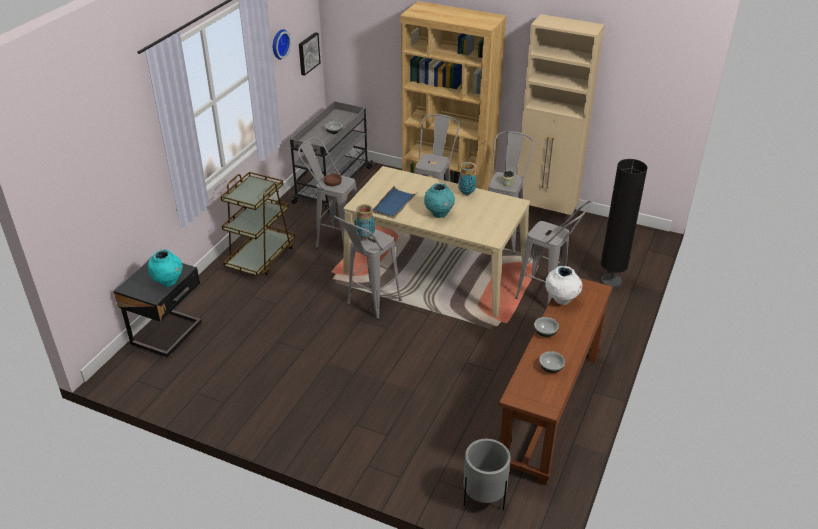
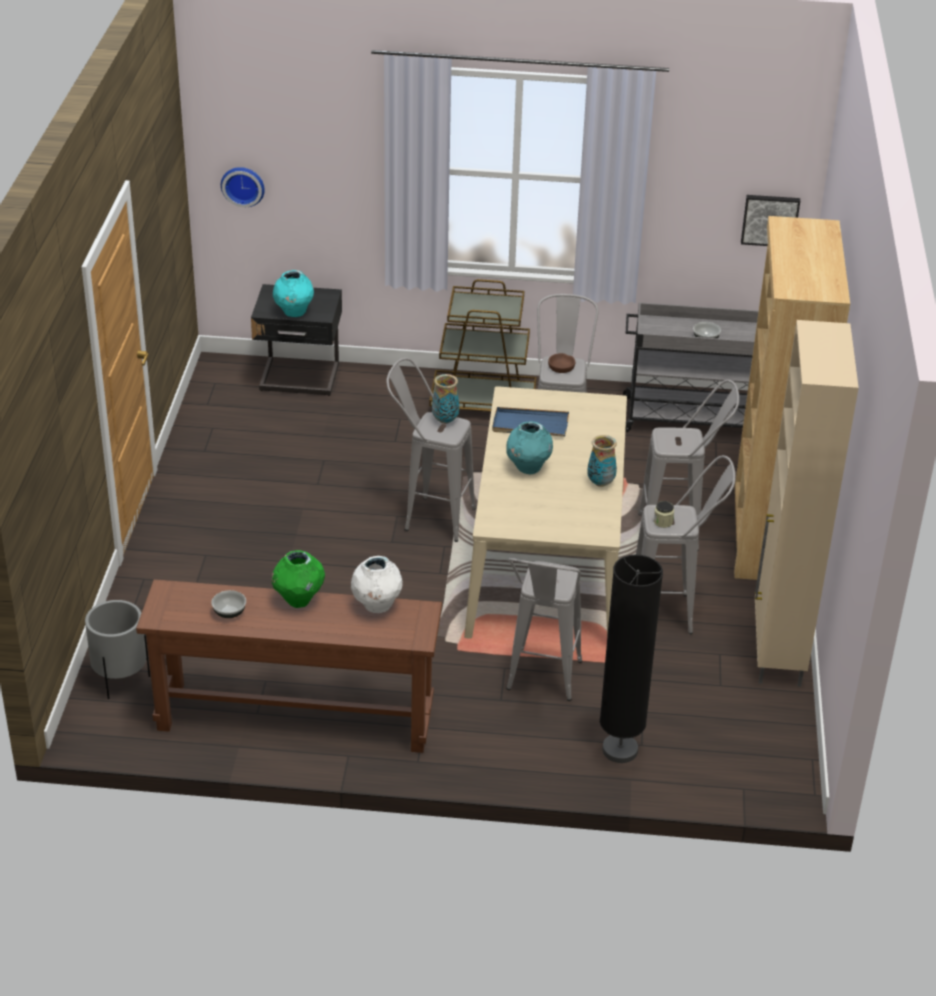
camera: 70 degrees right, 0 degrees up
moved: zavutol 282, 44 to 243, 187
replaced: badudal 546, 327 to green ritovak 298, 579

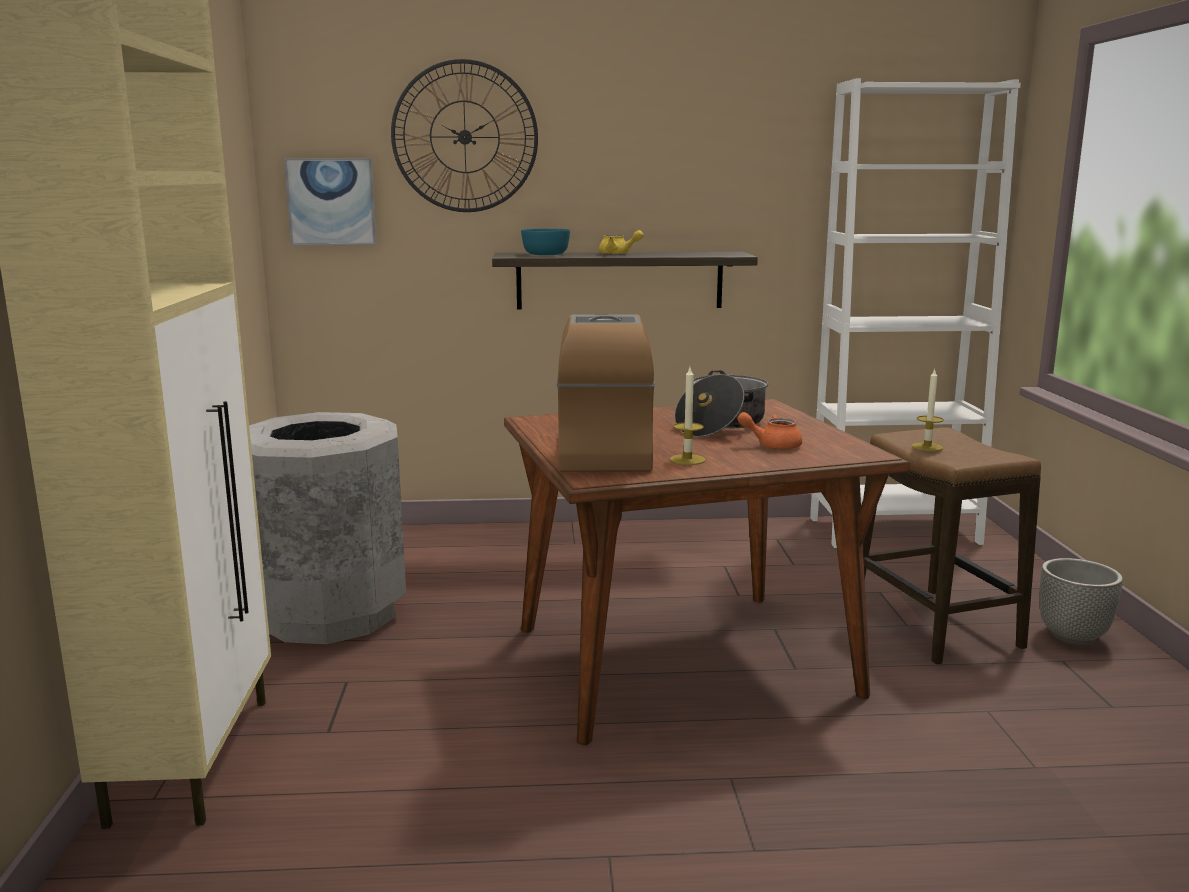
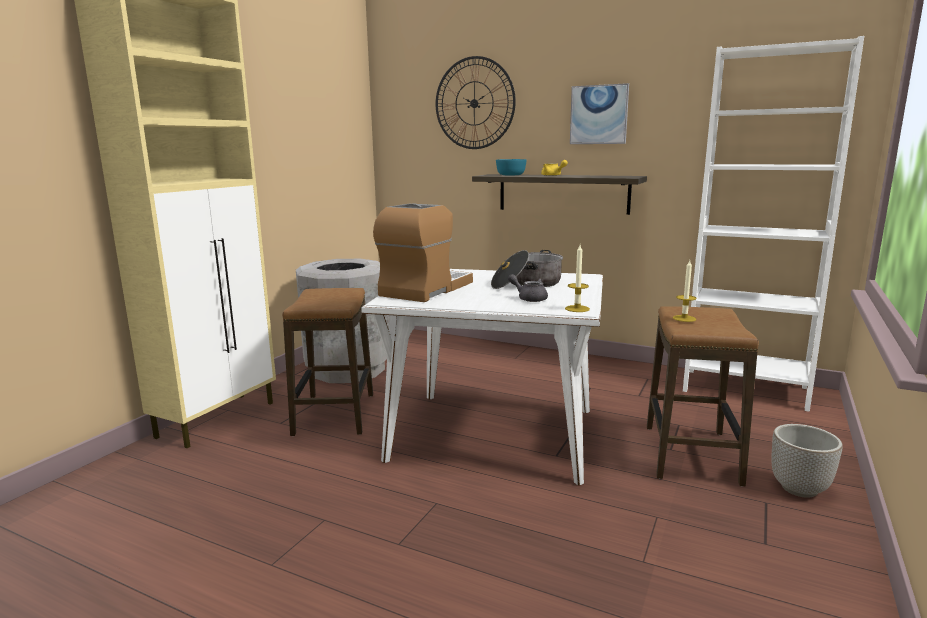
camera: 30 degrees right, 0 degrees up
added: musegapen 327, 362
moved: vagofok 330, 202 to 599, 113; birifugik 687, 416 to 577, 278
recoloured: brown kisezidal 707, 572 to white kisezidal 482, 377; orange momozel 769, 431 to grey momozel 528, 288

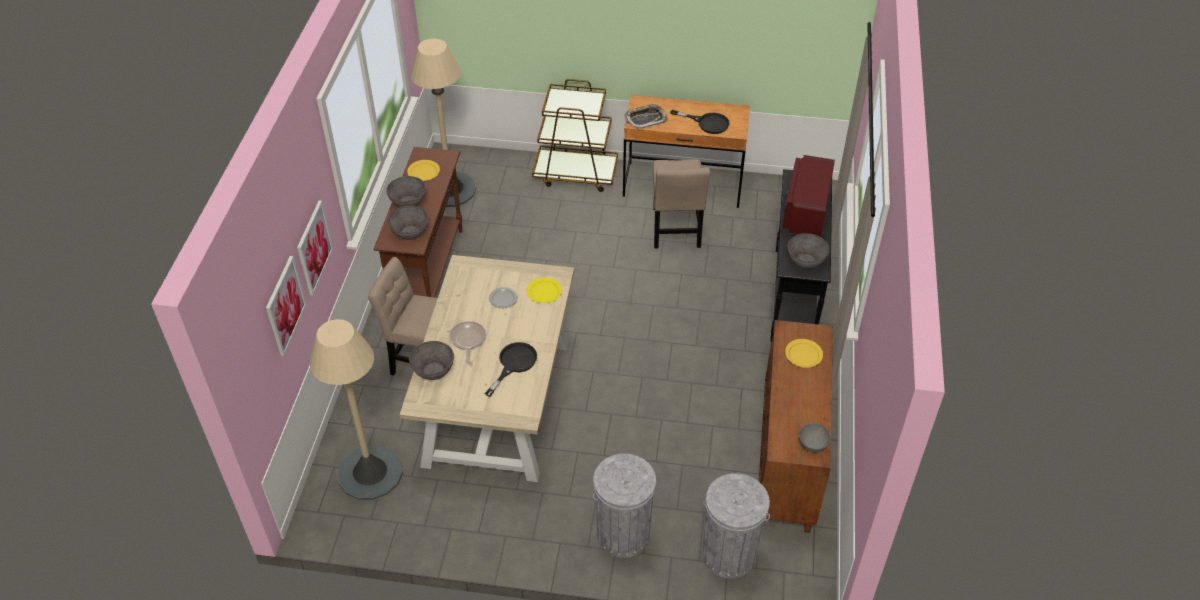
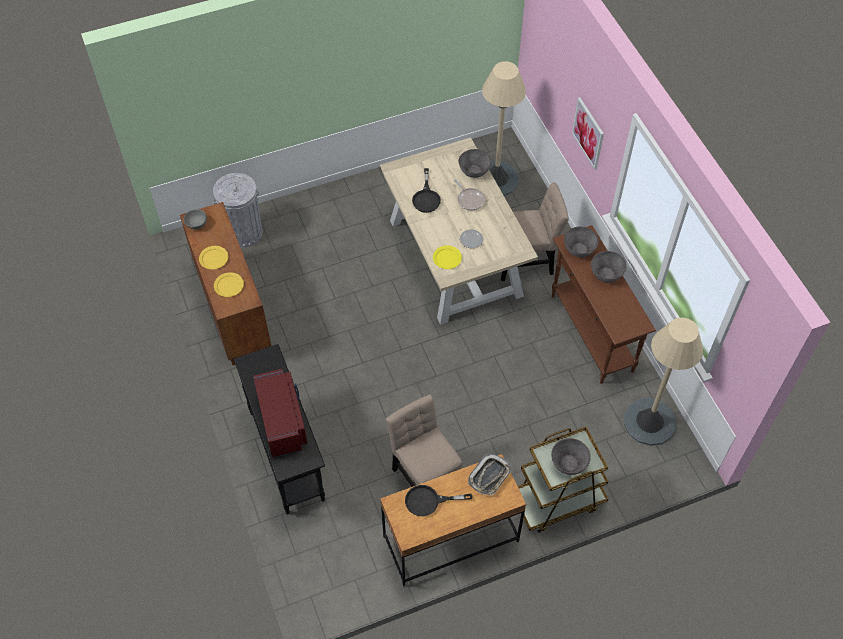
camera: 150 degrees right, 10 degrees up
removed: vagofok 286, 306; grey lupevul 624, 506
moved: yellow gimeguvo 423, 170 to 213, 258; grey badudal 808, 251 to 571, 456

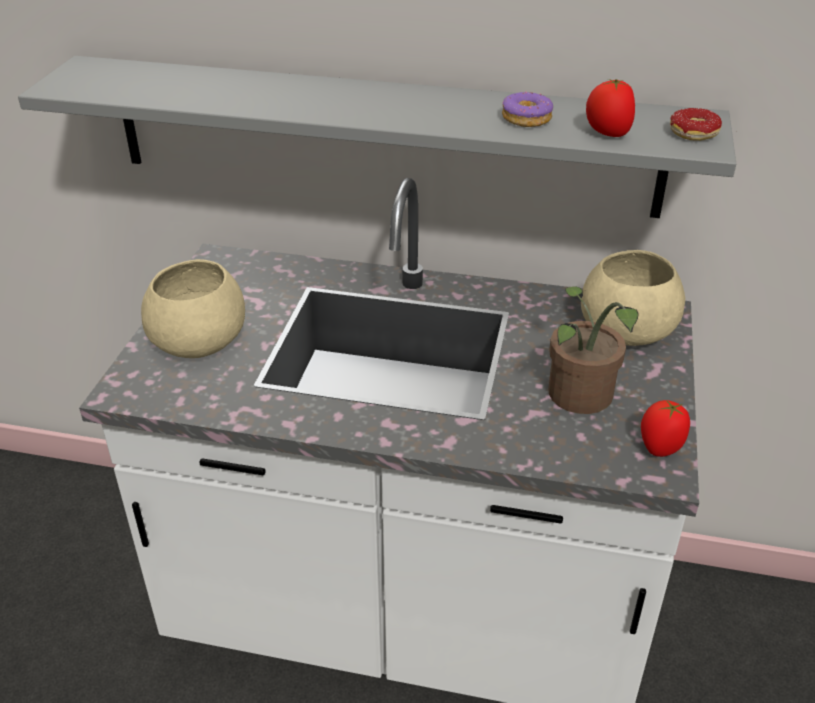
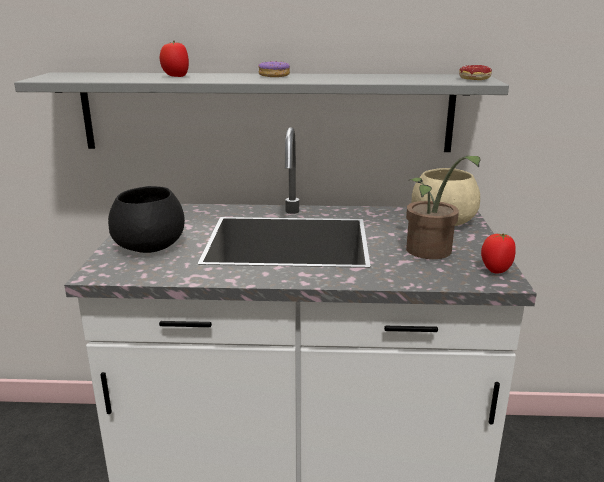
camera: 10 degrees left, 15 degrees down
moved: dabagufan 610, 108 to 174, 59; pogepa 527, 109 to 274, 69
recoloured: beige badudal 193, 308 to black badudal 146, 219

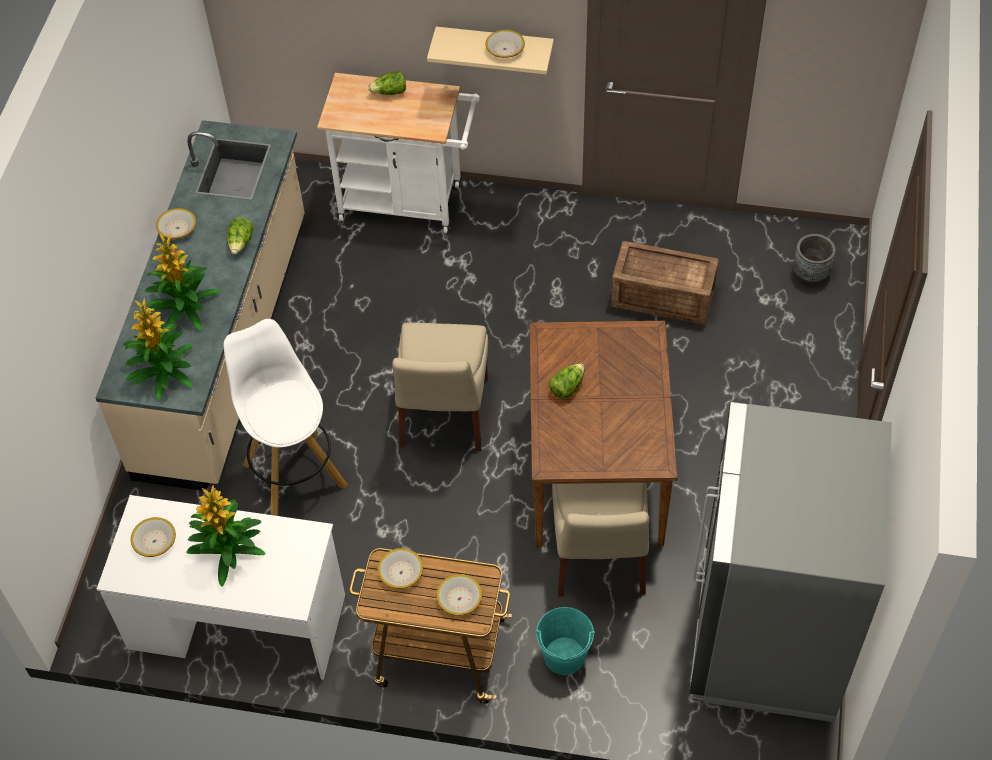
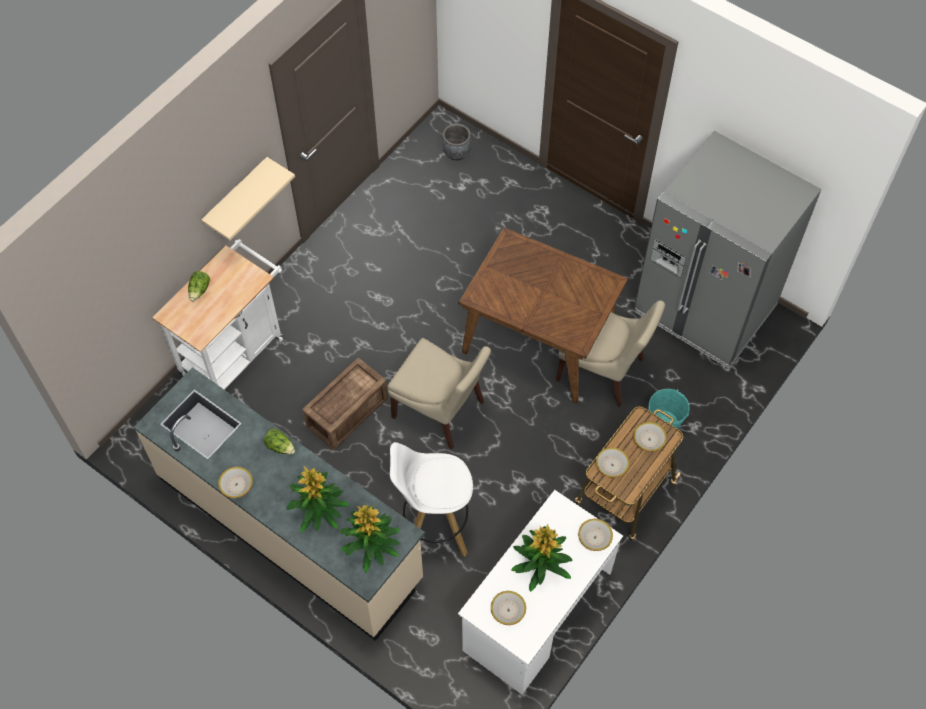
camera: 65 degrees left, 5 degrees up
removed: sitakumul 567, 381
moved: badudal 505, 44 to 595, 535; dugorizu 665, 283 to 345, 404

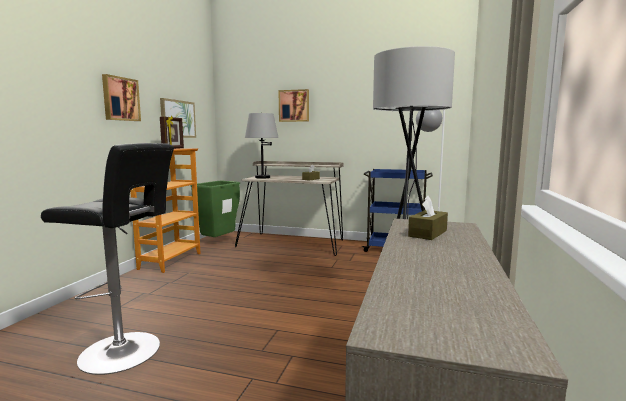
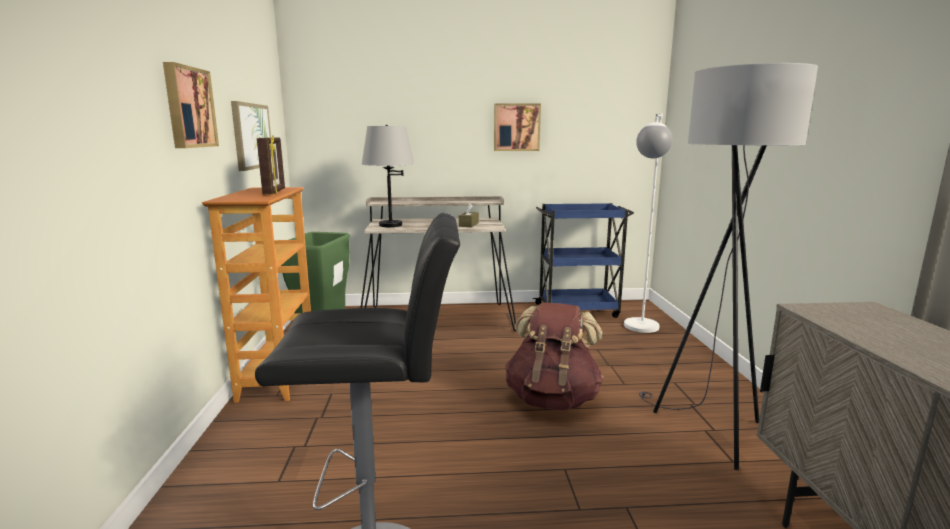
camera: 20 degrees left, 5 degrees up
removed: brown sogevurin 428, 218
added: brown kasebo 554, 356
moved: vagofok 294, 105 to 517, 127

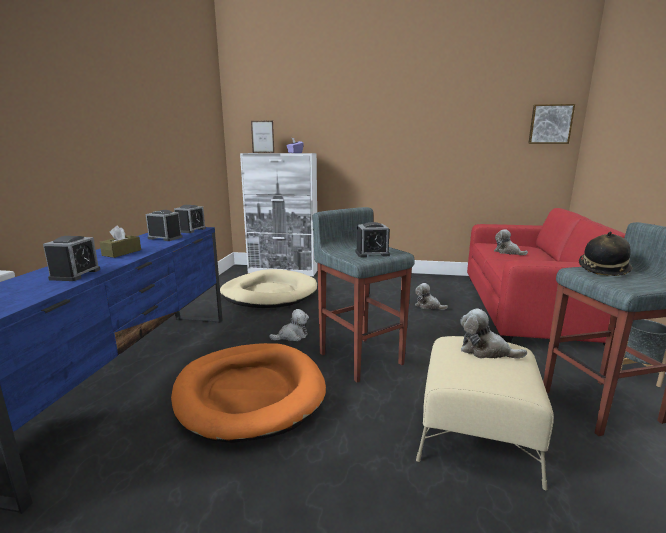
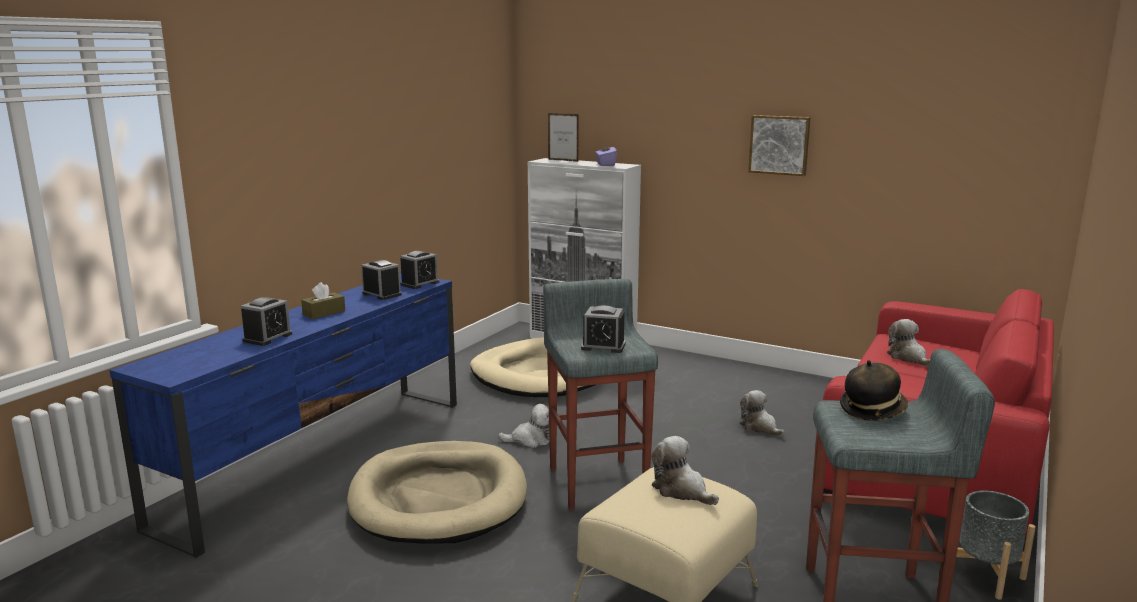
camera: 20 degrees right, 0 degrees up
moved: vagofok 551, 124 to 779, 145
recoloured: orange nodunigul 248, 393 to beige nodunigul 437, 492

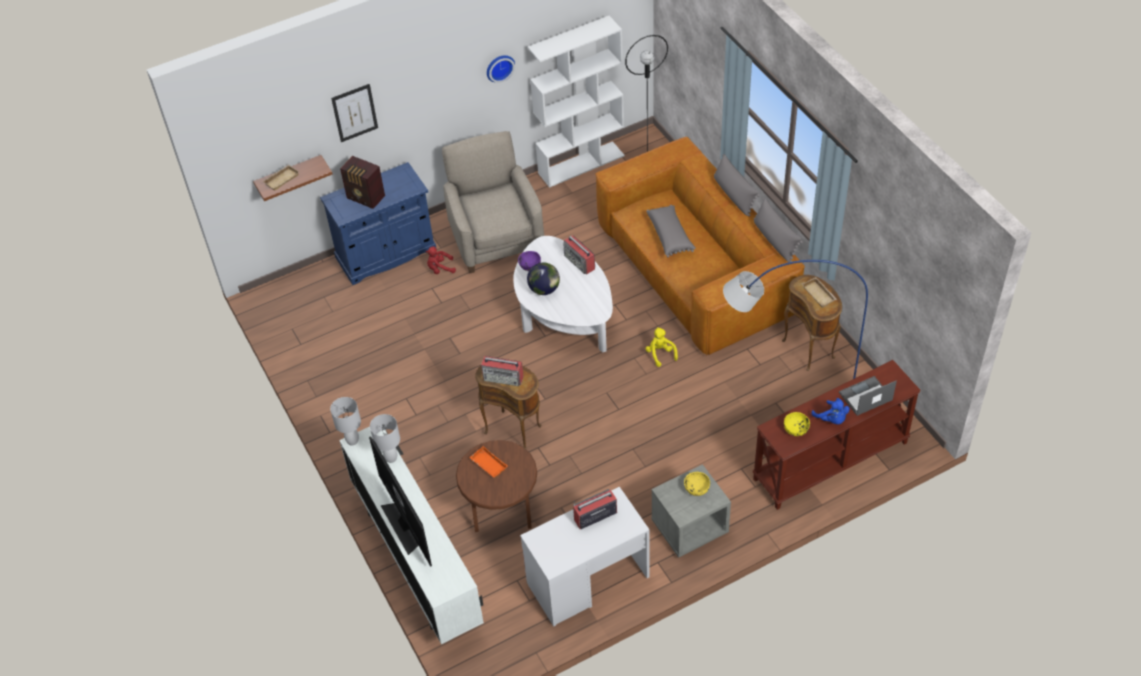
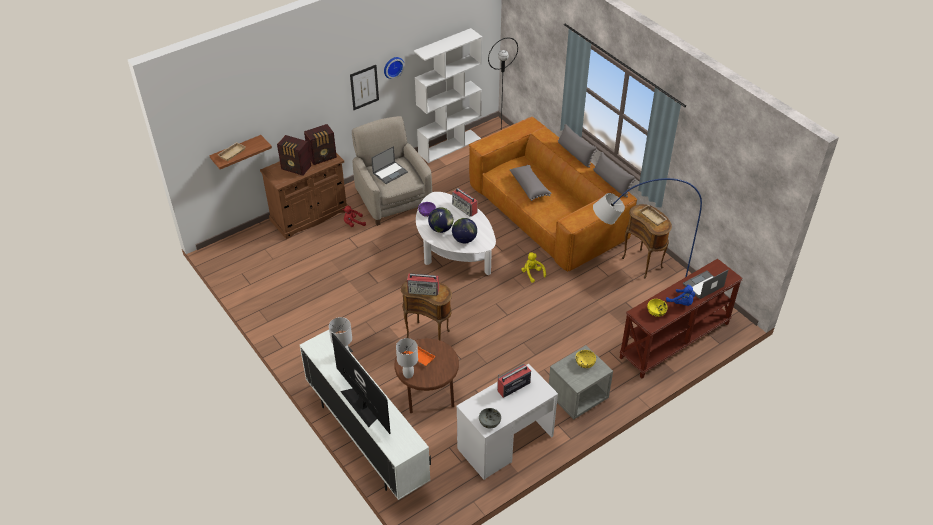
camera: 10 degrees left, 5 degrees down
added: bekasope 320, 144; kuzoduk 389, 165; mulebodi 464, 230; grey badudal 490, 418
moved: vagofok 354, 113 to 364, 87; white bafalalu 345, 421 to 407, 358
recoloured: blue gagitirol 378, 223 to brown gagitirol 304, 196

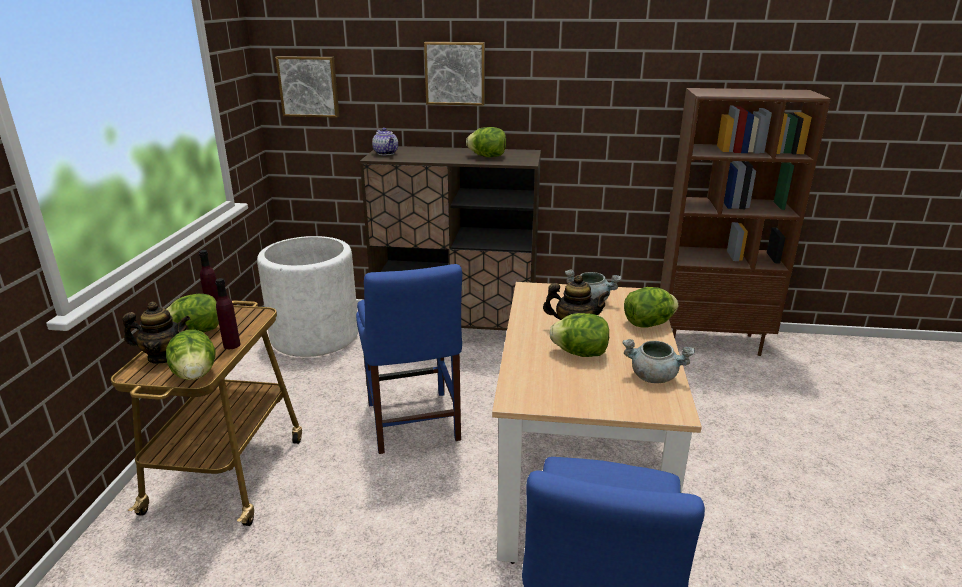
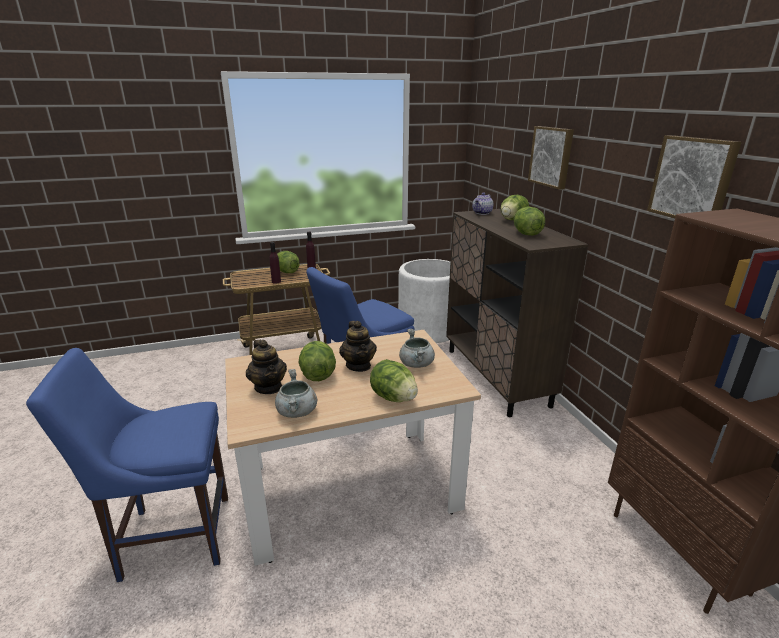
camera: 65 degrees right, 0 degrees up
moved: vagofok 307, 87 to 694, 176; momozel 156, 333 to 266, 367; sitakumul 191, 355 to 514, 207

